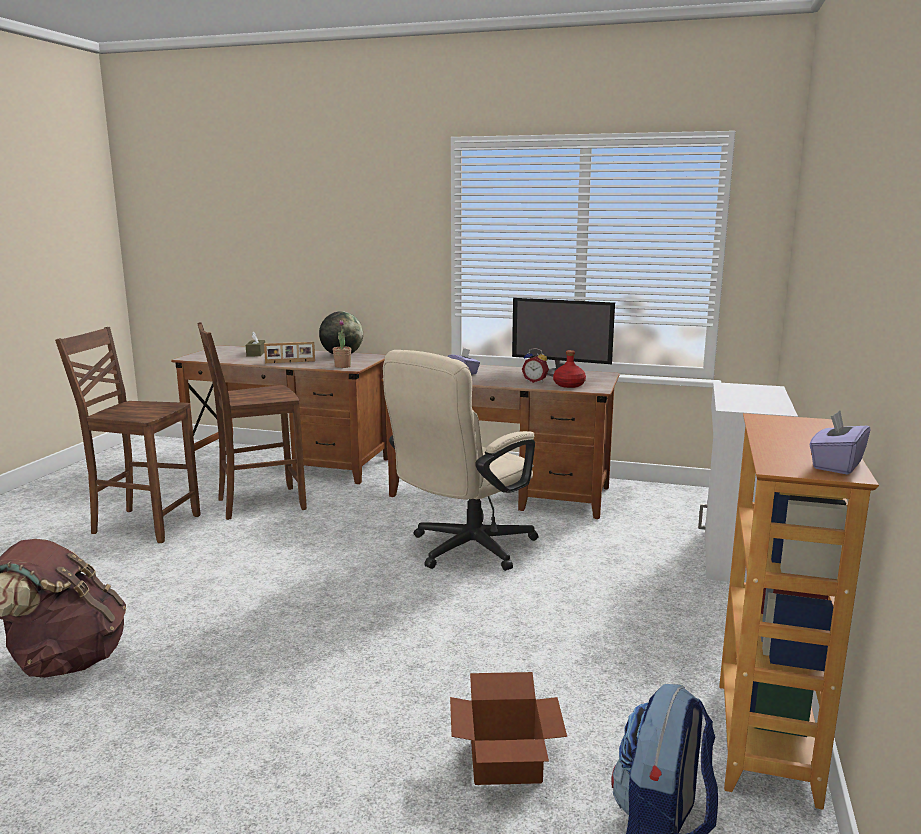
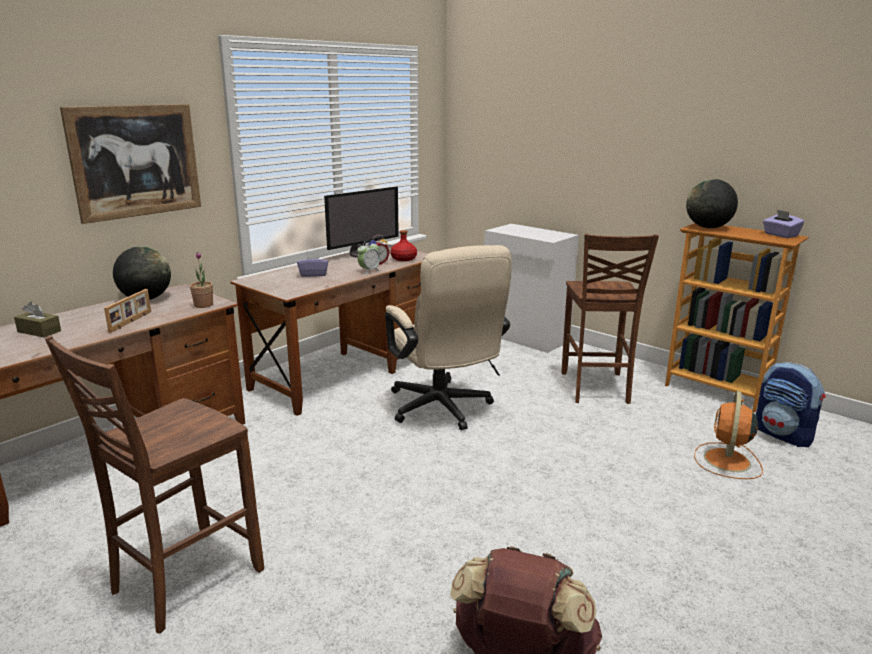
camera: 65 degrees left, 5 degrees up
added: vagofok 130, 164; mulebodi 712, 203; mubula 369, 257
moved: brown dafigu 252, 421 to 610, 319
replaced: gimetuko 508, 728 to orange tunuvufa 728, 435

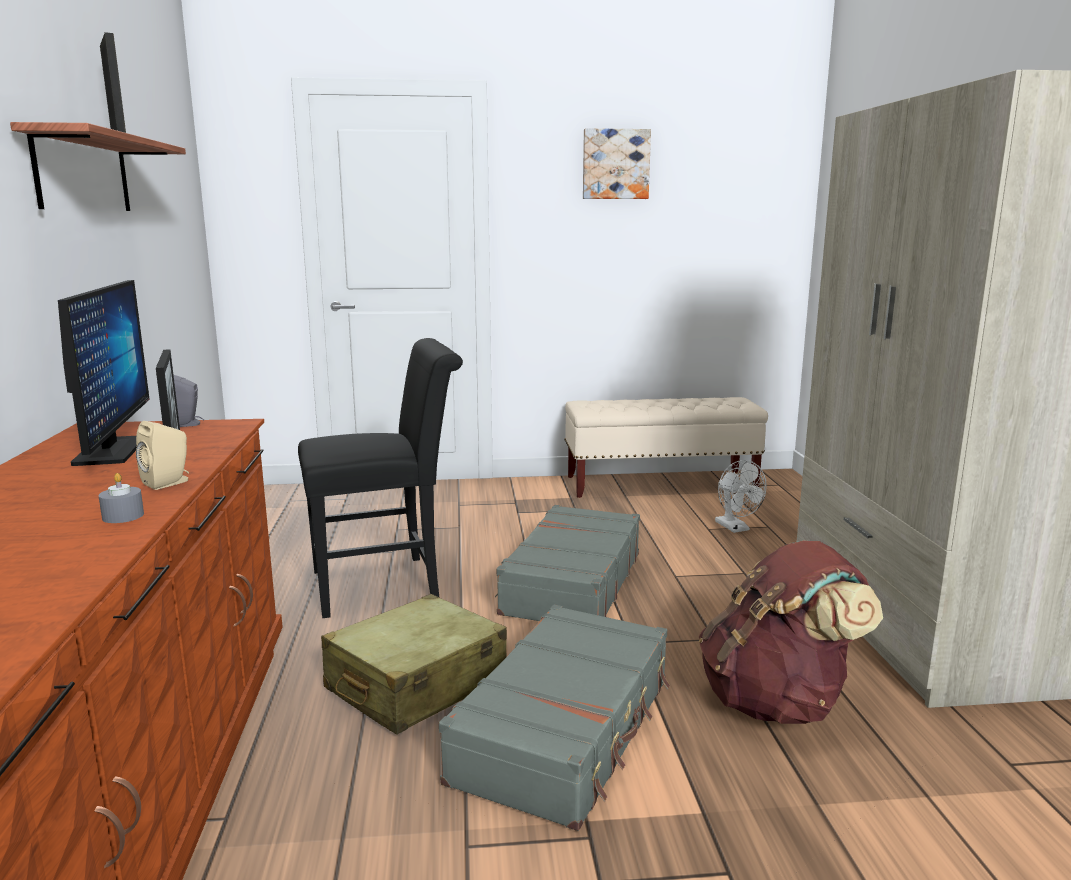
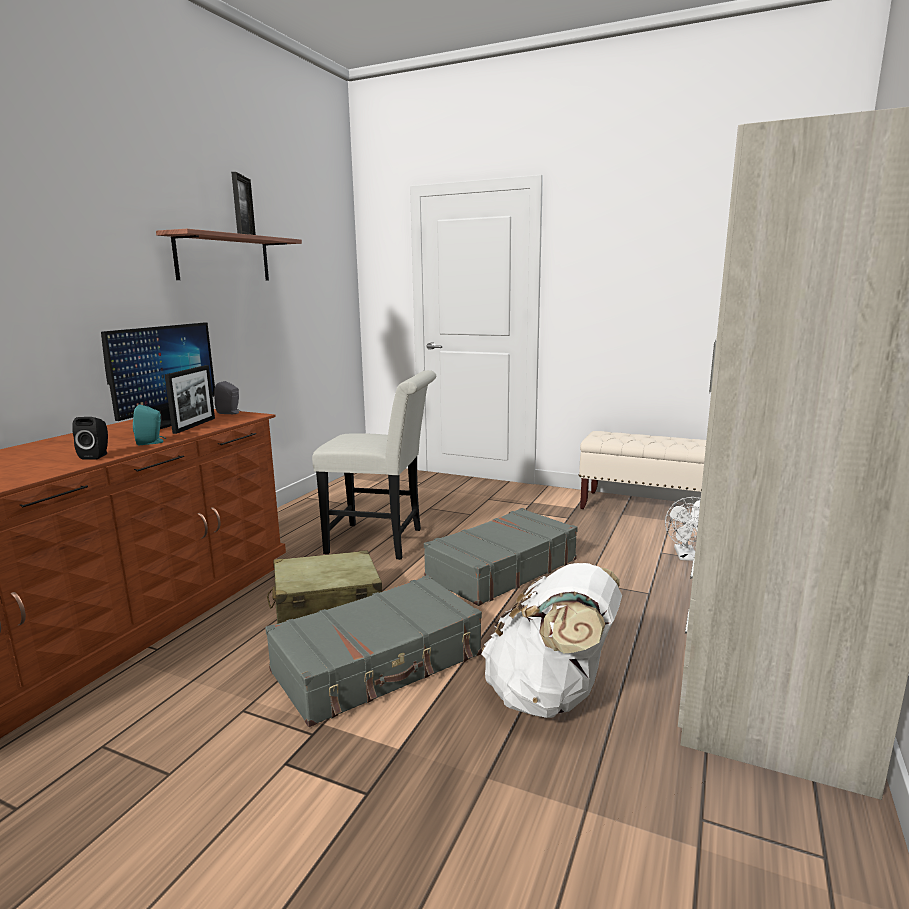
camera: 30 degrees right, 0 degrees up
removed: vagofok 617, 163
replaced: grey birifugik 121, 498 to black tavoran 90, 438
recoloured: black dafigu 380, 478 to white dafigu 374, 465; beige tavoran 162, 455 to turquoise tavoran 149, 424; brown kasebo 791, 632 to white kasebo 551, 640

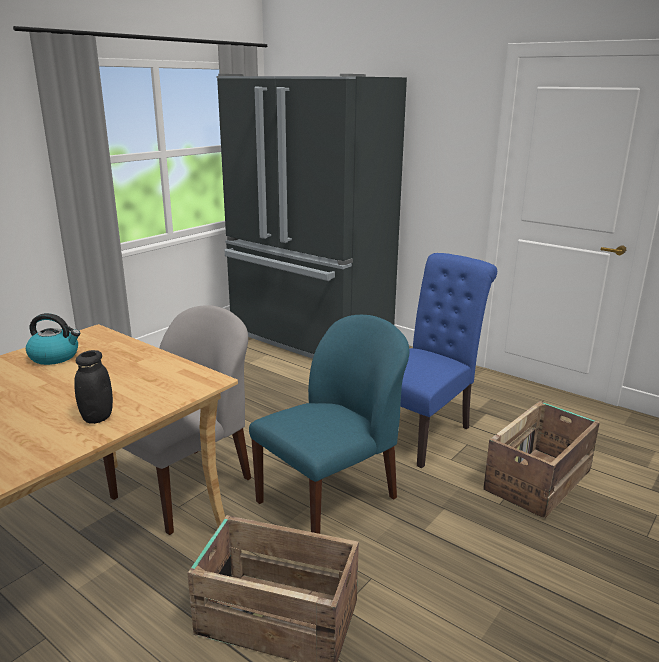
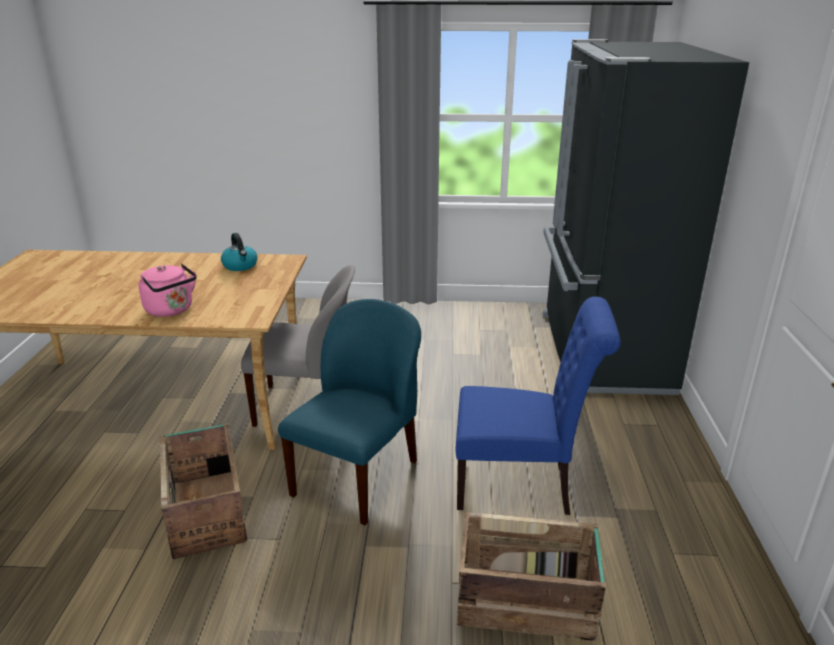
camera: 55 degrees right, 5 degrees up
replaced: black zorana 93, 387 to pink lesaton 167, 290
turned: blue dafigu 329, 424 = 349, 412 75 degrees counterclockwise

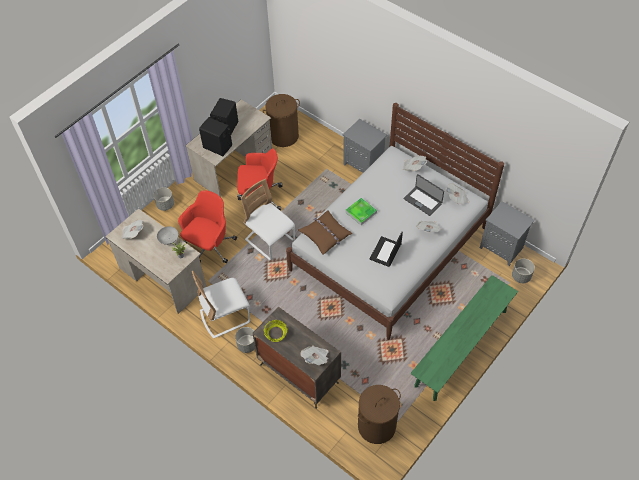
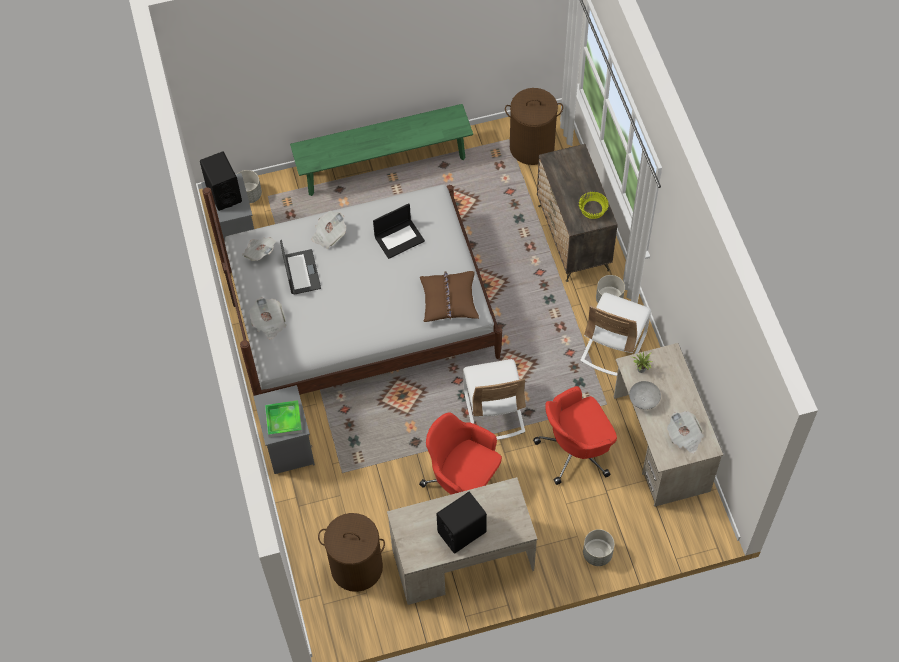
camera: 145 degrees left, 5 degrees up
removed: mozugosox 315, 355
moved: black tavoran 215, 136 to 221, 181; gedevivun 361, 211 to 283, 418
turned: white dafigu 221, 305 = 615, 334 105 degrees clockwise

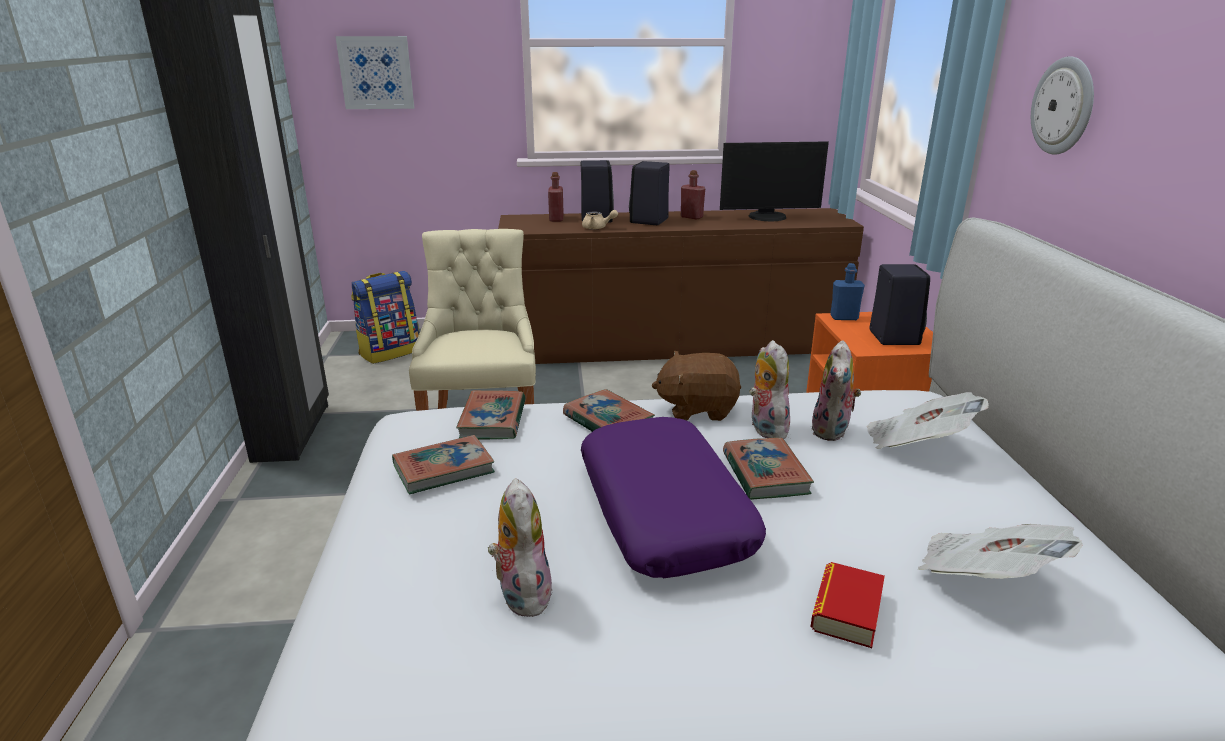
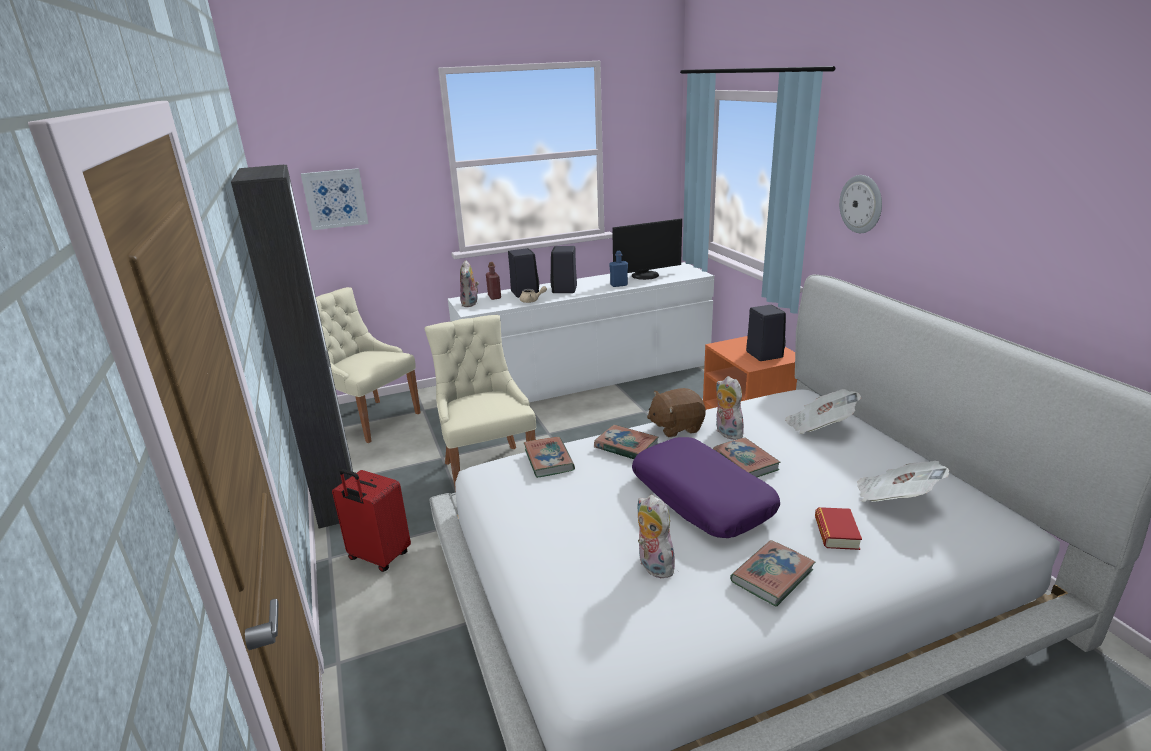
camera: 15 degrees left, 0 degrees up
removed: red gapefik 693, 194
added: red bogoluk 371, 520
moved: blue gapefik 847, 291 to 618, 269; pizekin 836, 390 to 469, 283; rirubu 443, 464 to 772, 573
replaced: kasebo 385, 317 to beige dafigu 368, 365
recoloured: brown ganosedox 681, 286 to white ganosedox 581, 332

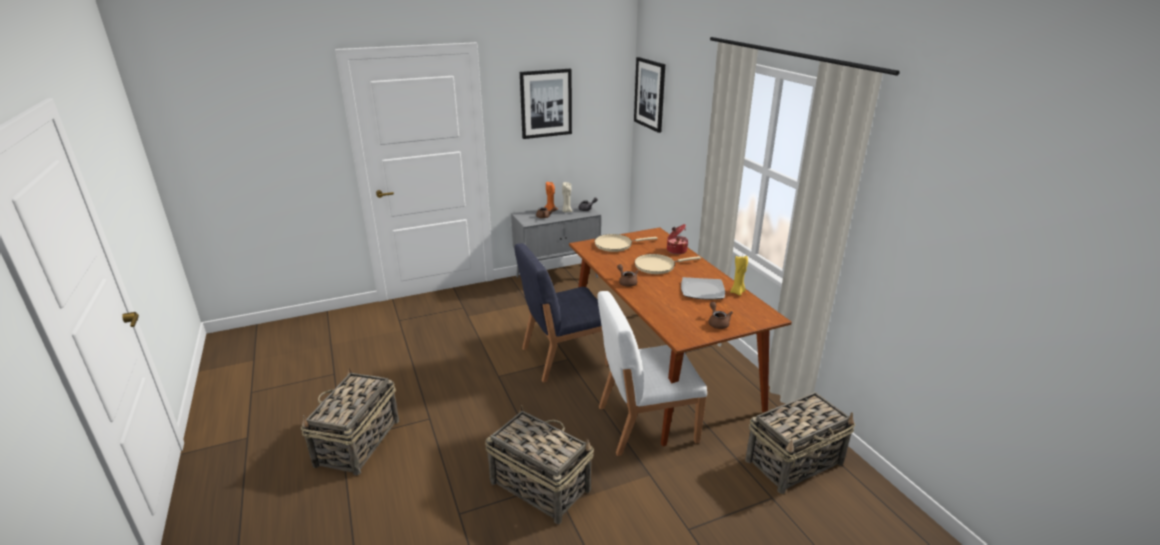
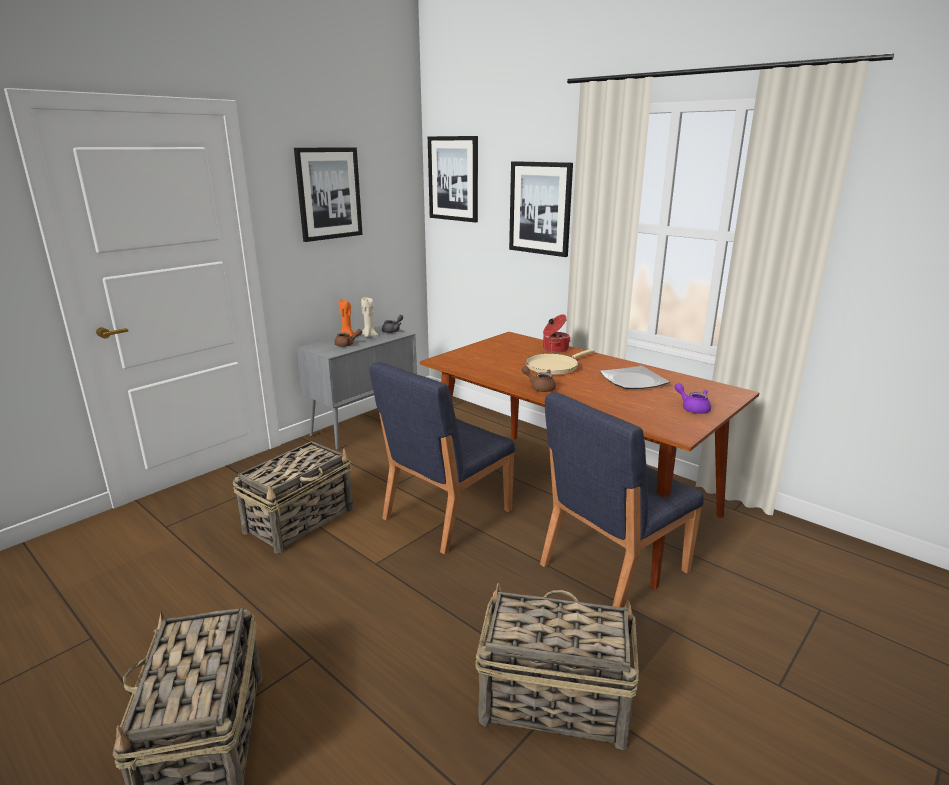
camera: 25 degrees left, 5 degrees down
removed: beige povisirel 625, 243; yellow birifugik 739, 276
added: vagofok 541, 209
moved: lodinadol 800, 443 to 293, 497
recoloured: white dafigu 652, 373 to blue dafigu 622, 500; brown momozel 720, 315 to purple momozel 692, 398

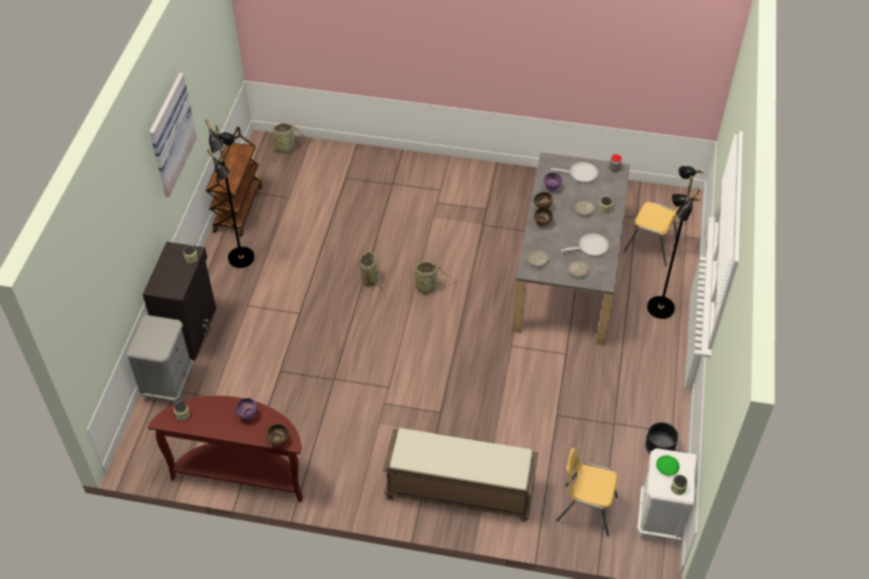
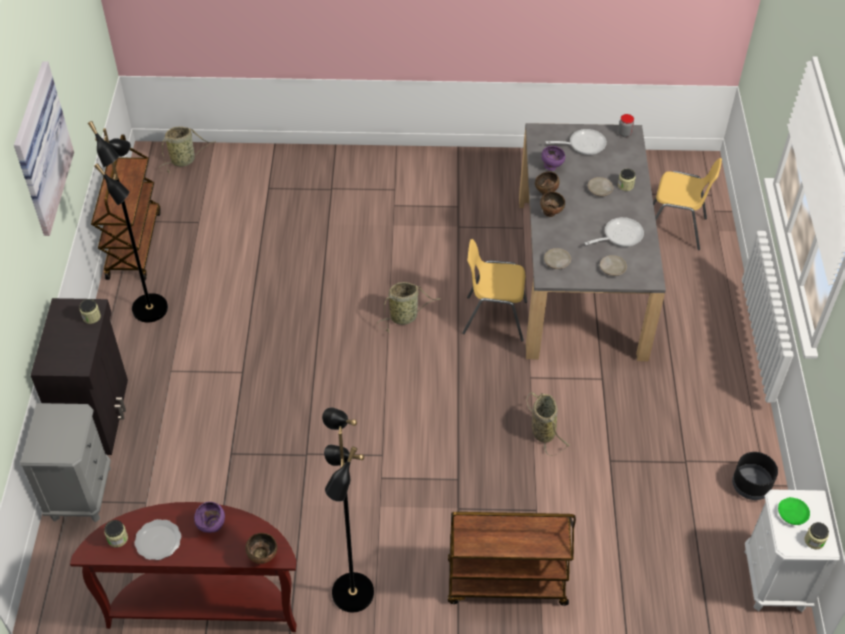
camera: 10 degrees left, 0 degrees up
added: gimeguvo 157, 539
moved: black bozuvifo 675, 242 to 348, 510; lodinadol 371, 273 to 548, 424; yellow dafigu 587, 492 to 494, 290
replaced: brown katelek 461, 475 to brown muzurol 512, 559

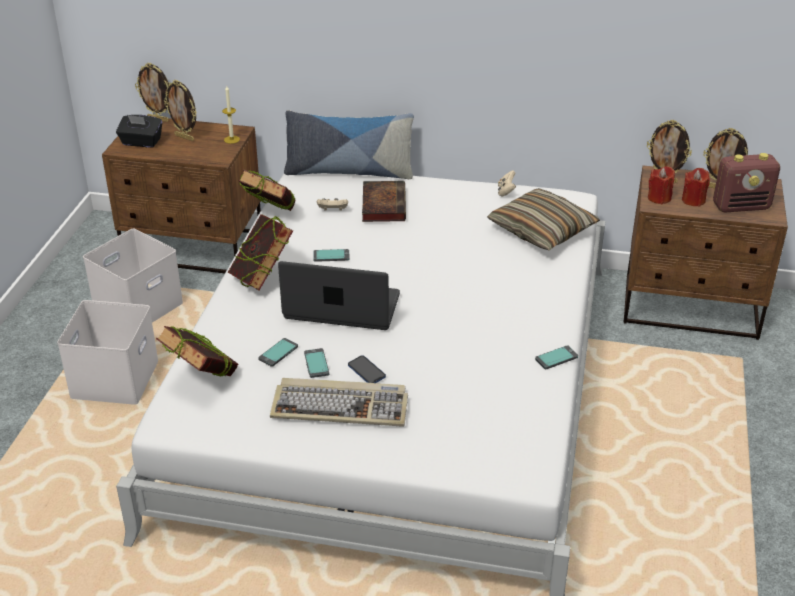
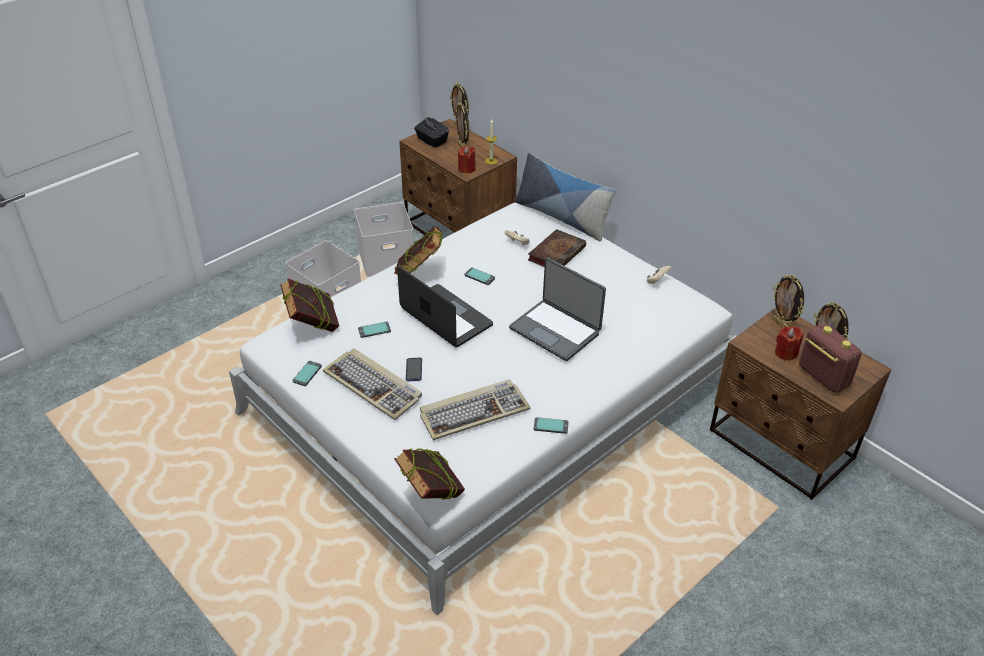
camera: 35 degrees right, 5 degrees up
removed: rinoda 543, 219
added: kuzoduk 557, 309; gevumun 475, 409
moved: red birifugik 661, 185 to 467, 159; rirubu 267, 190 to 429, 473; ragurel 316, 363 to 307, 373
turned: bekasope 746, 183 = 830, 358 150 degrees counterclockwise

